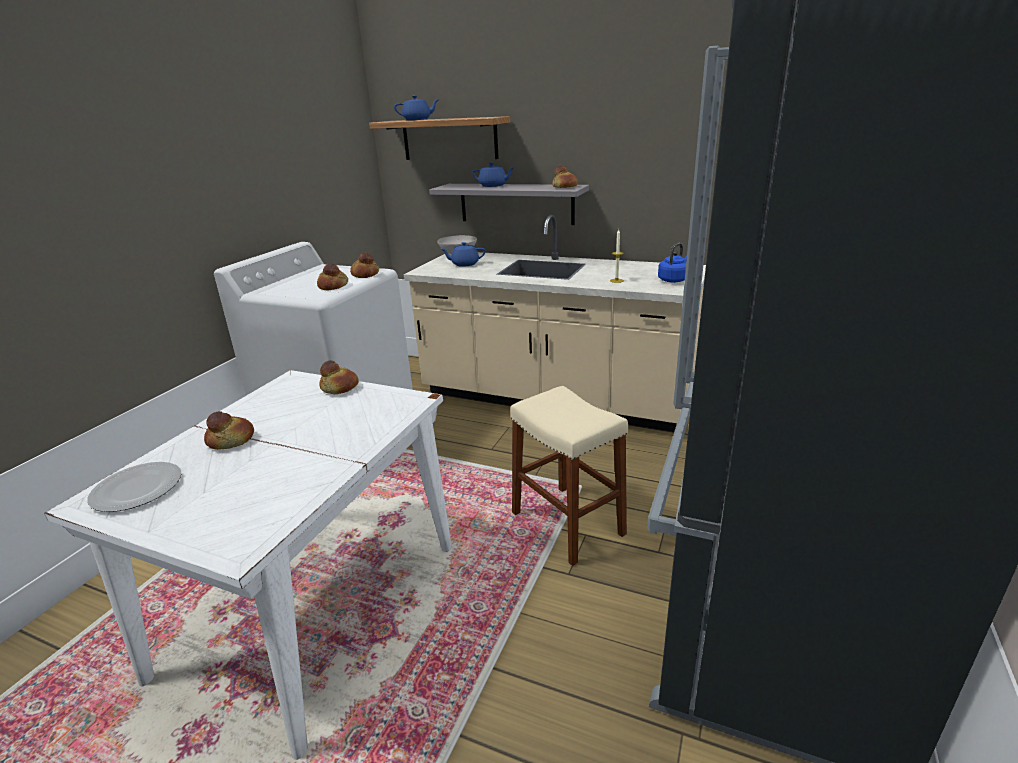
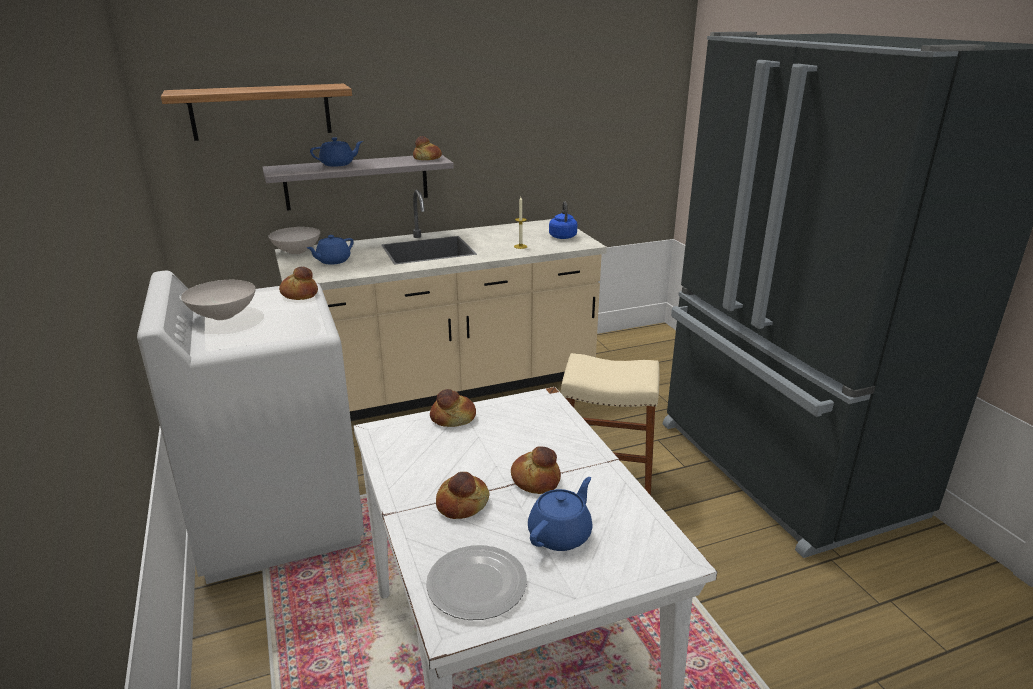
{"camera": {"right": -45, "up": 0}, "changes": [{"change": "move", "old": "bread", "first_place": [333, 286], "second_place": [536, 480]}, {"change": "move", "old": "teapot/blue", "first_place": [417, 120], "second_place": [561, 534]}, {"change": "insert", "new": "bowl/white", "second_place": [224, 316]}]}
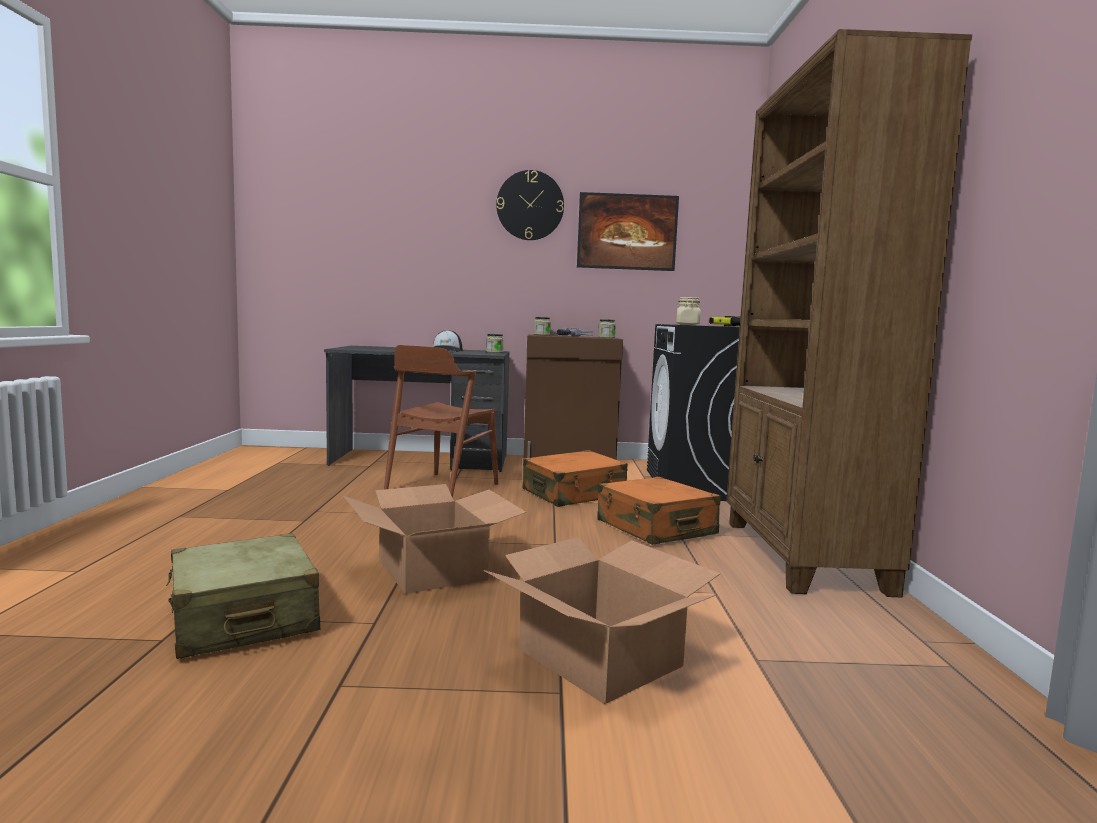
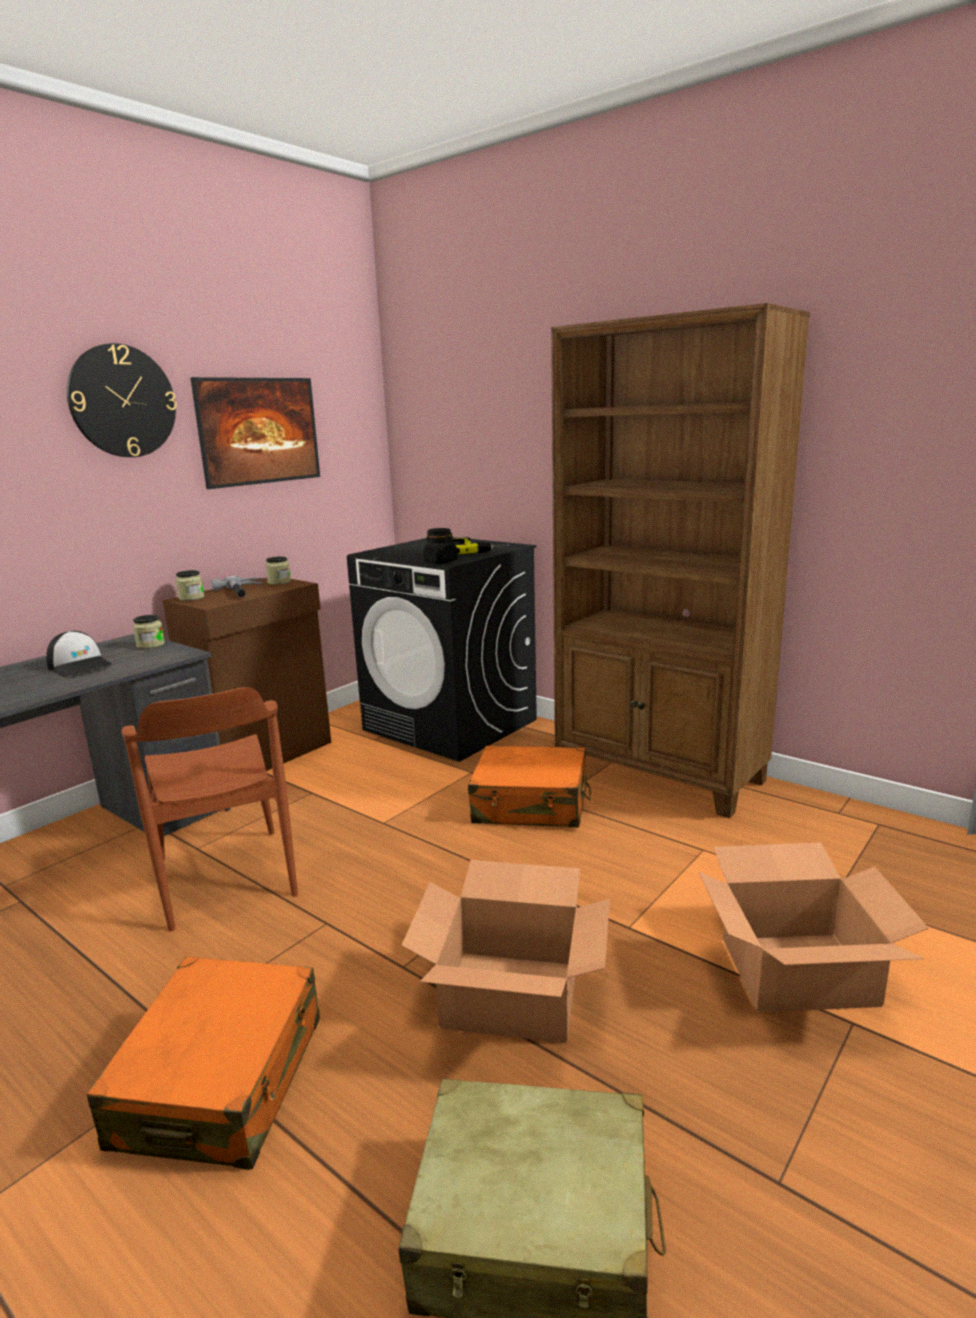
{"camera": {"right": -50, "up": 10}, "changes": [{"change": "move", "old": "suitcase/orange", "first_place": [574, 493], "second_place": [221, 1081]}, {"change": "recolor", "old": "jar/beige", "new": "jar/black", "first_place": [687, 324], "second_place": [441, 561]}]}
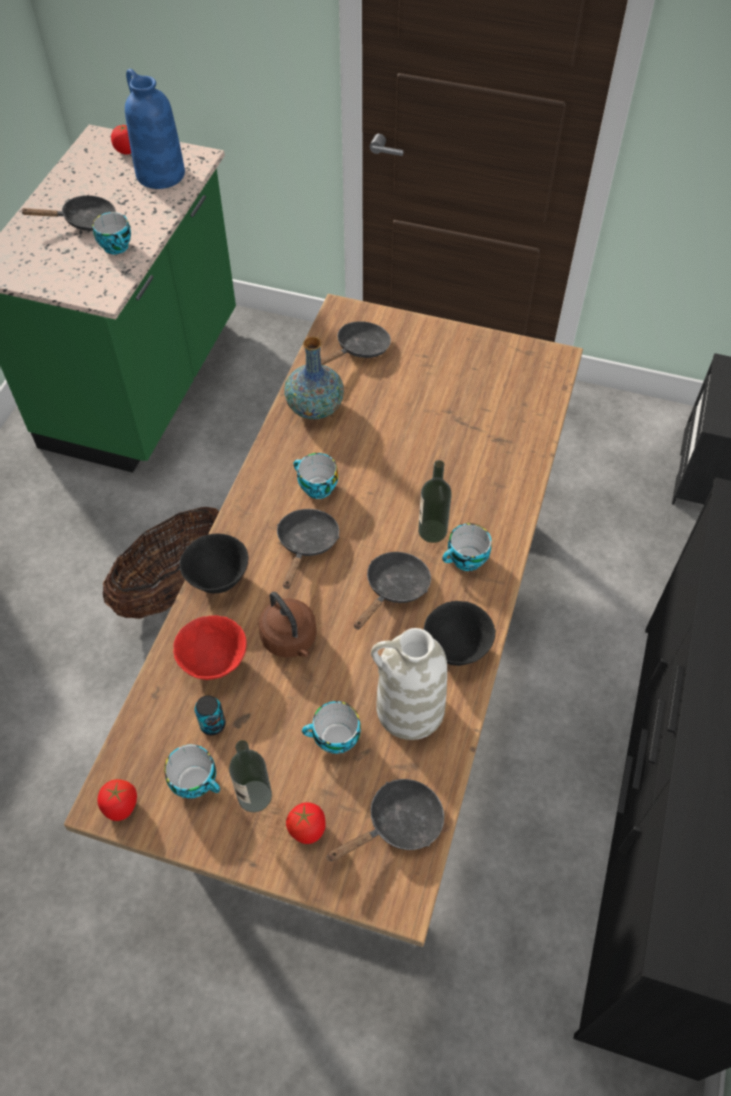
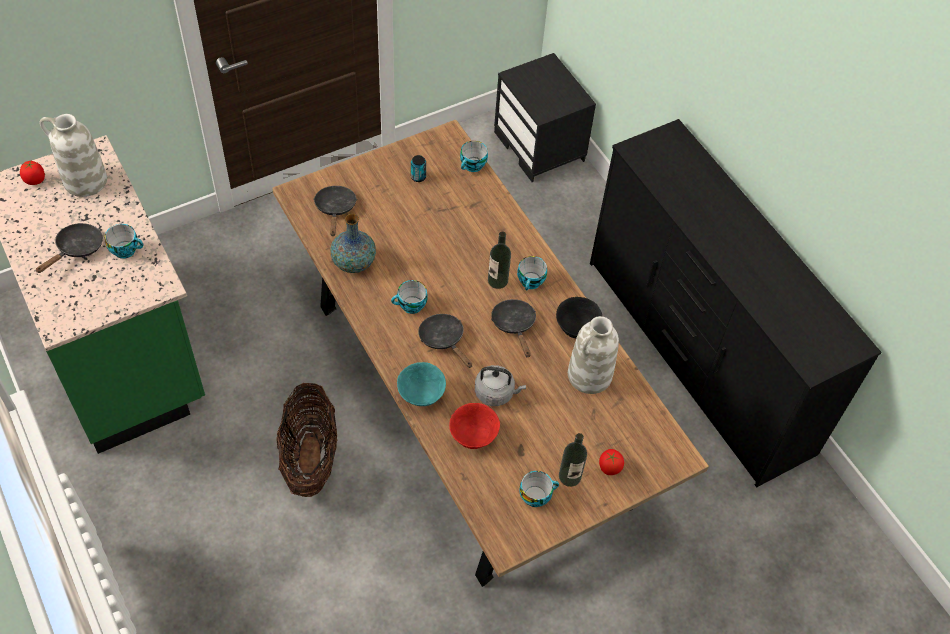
{"camera": {"right": -50, "up": 0}, "changes": [{"change": "delete", "old": "tomato", "first_place": [121, 806]}, {"change": "recolor", "old": "vase/blue", "new": "vase/white", "first_place": [159, 174], "second_place": [84, 181]}, {"change": "recolor", "old": "bowl/black", "new": "bowl/turquoise", "first_place": [217, 579], "second_place": [421, 396]}, {"change": "move", "old": "can", "first_place": [212, 724], "second_place": [418, 177]}, {"change": "recolor", "old": "kettle/brown", "new": "kettle/grey", "first_place": [290, 640], "second_place": [496, 393]}, {"change": "move", "old": "cup", "first_place": [334, 739], "second_place": [473, 166]}, {"change": "delete", "old": "frying pan/black", "first_place": [398, 824]}]}
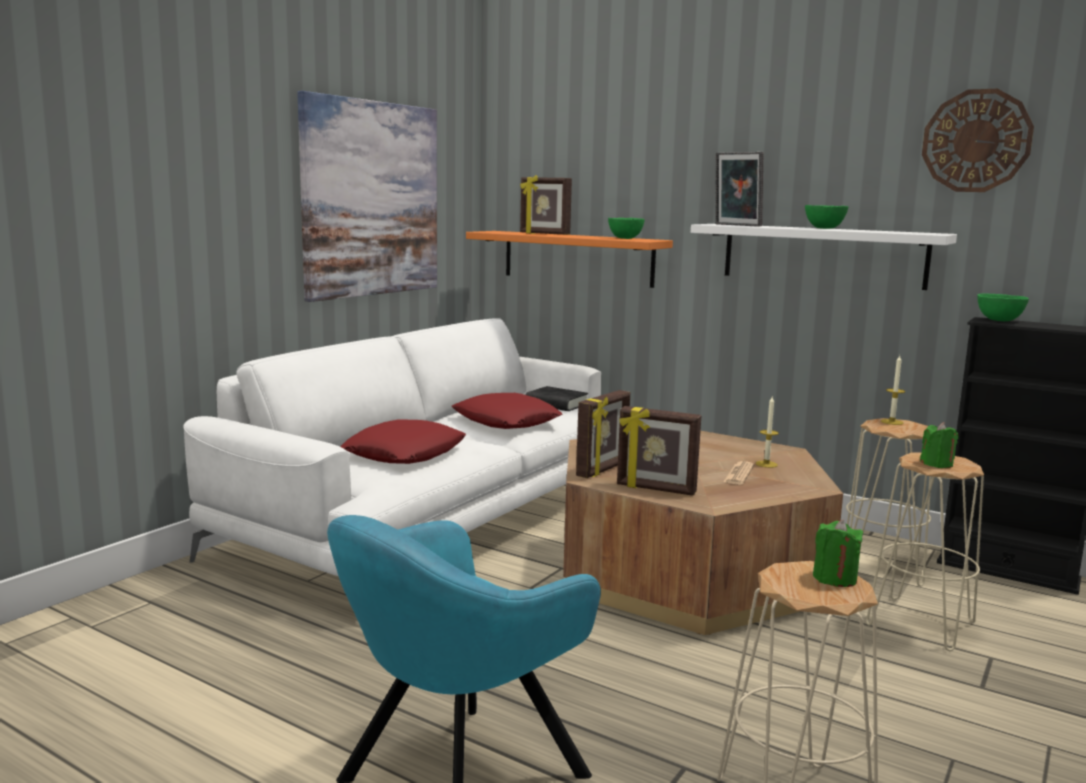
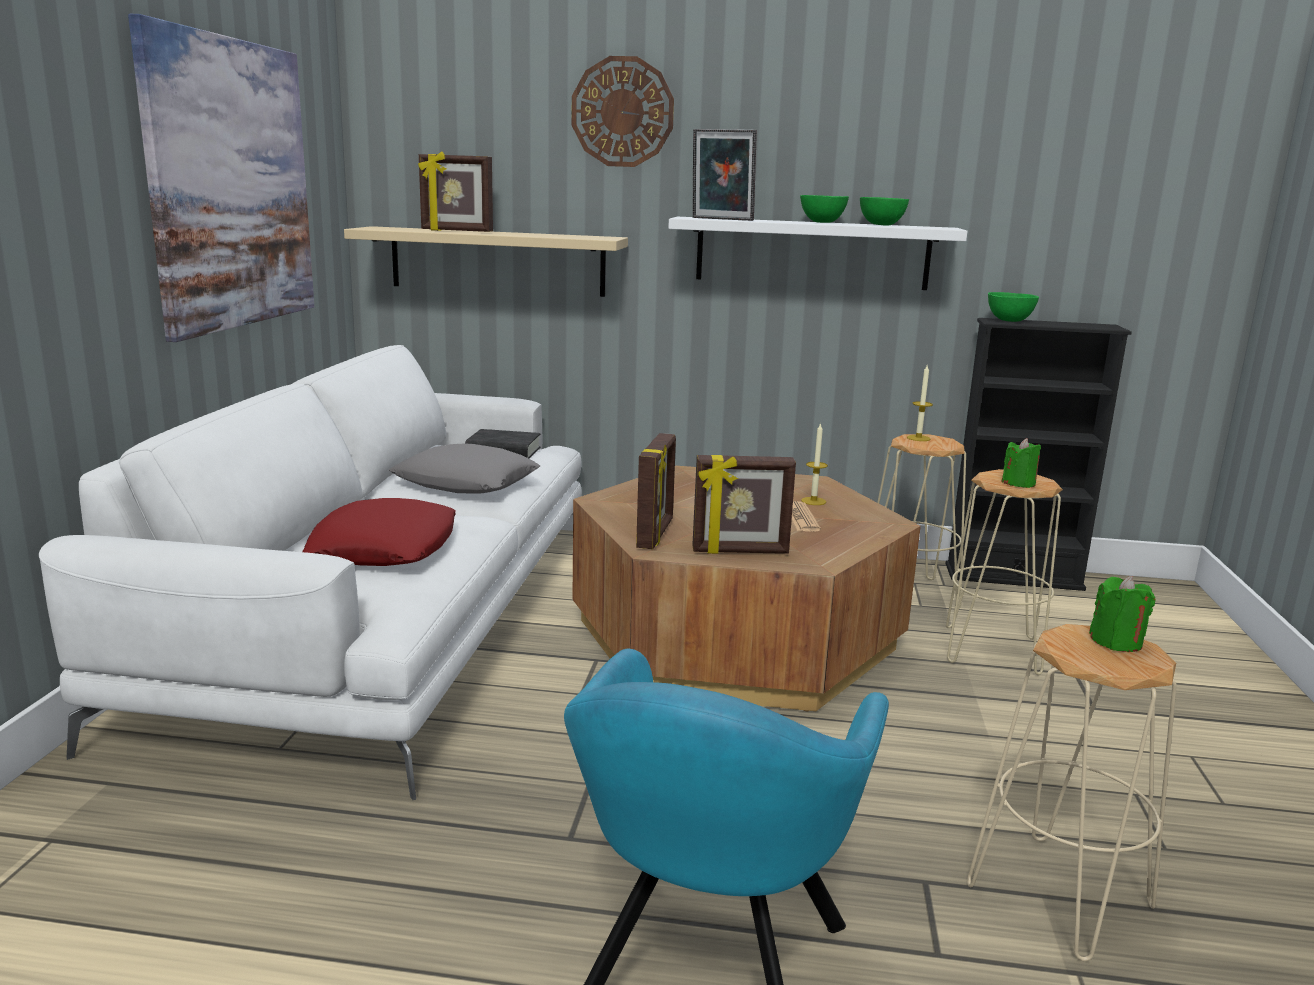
{"camera": {"right": -25, "up": 5}, "changes": [{"change": "recolor", "old": "pillow/red", "new": "pillow/grey", "first_place": [506, 421], "second_place": [465, 482]}, {"change": "recolor", "old": "shelf/orange", "new": "shelf/beige", "first_place": [577, 258], "second_place": [497, 261]}, {"change": "move", "old": "bowl/green", "first_place": [625, 238], "second_place": [881, 225]}, {"change": "move", "old": "wall clock", "first_place": [976, 141], "second_place": [622, 112]}]}
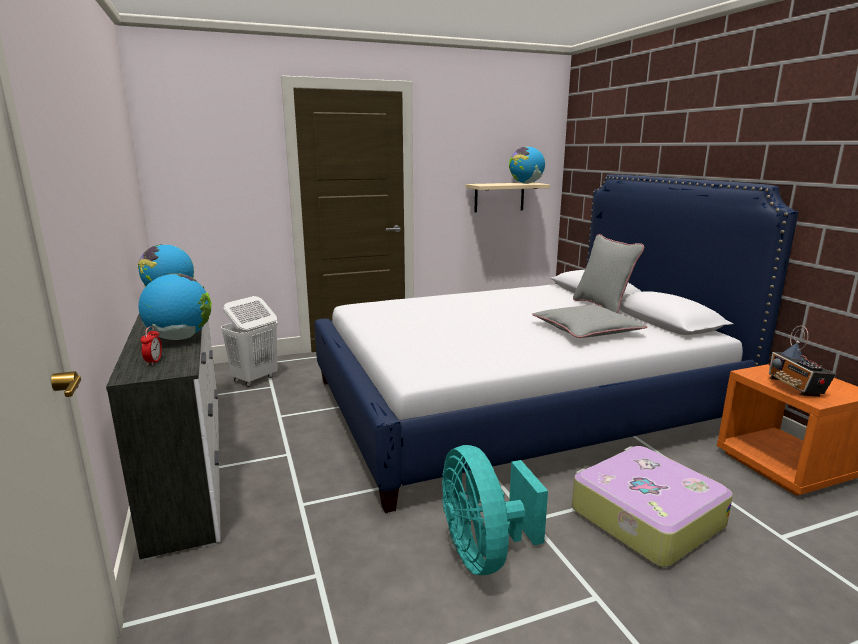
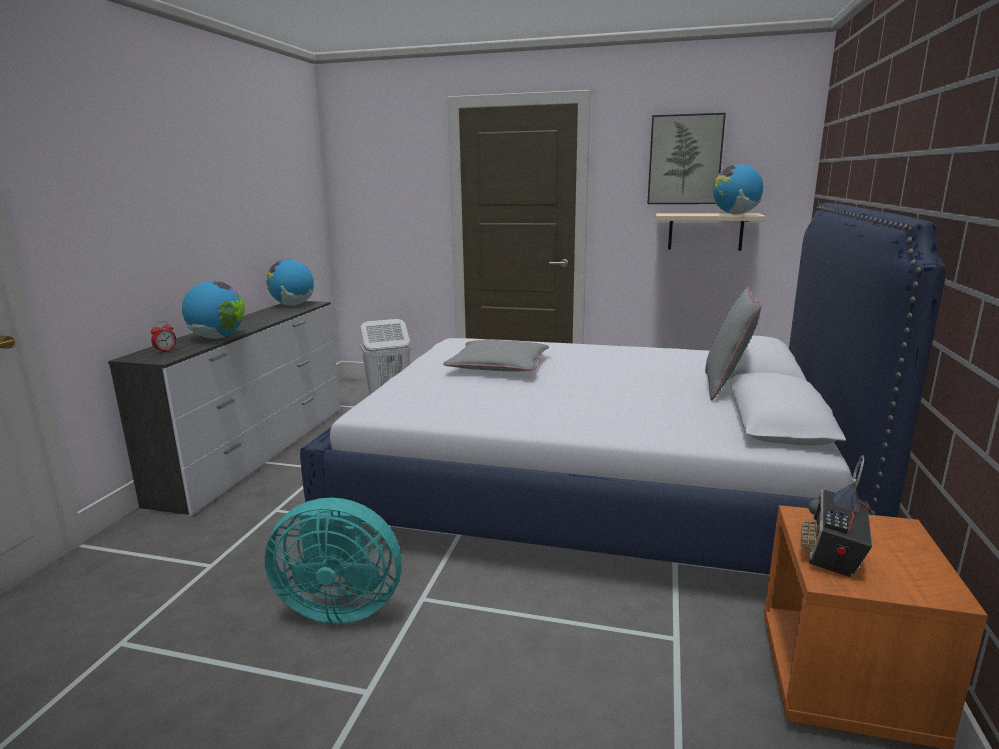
{"camera": {"right": 35, "up": 0}, "changes": [{"change": "rotate", "old": "fan/turquoise", "first_place": [484, 552], "second_place": [340, 606], "degrees": -105}, {"change": "move", "old": "pillow/grey", "first_place": [587, 330], "second_place": [498, 365]}, {"change": "delete", "old": "suitcase", "first_place": [644, 517]}, {"change": "insert", "new": "picture", "second_place": [685, 160]}]}
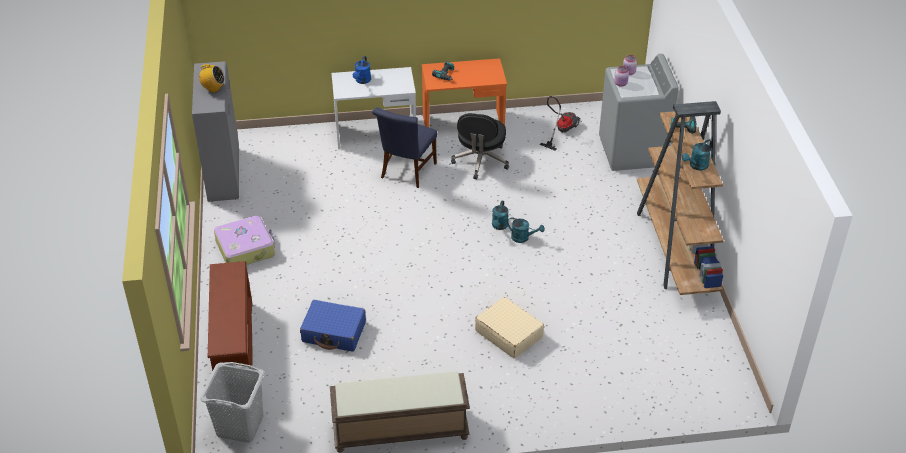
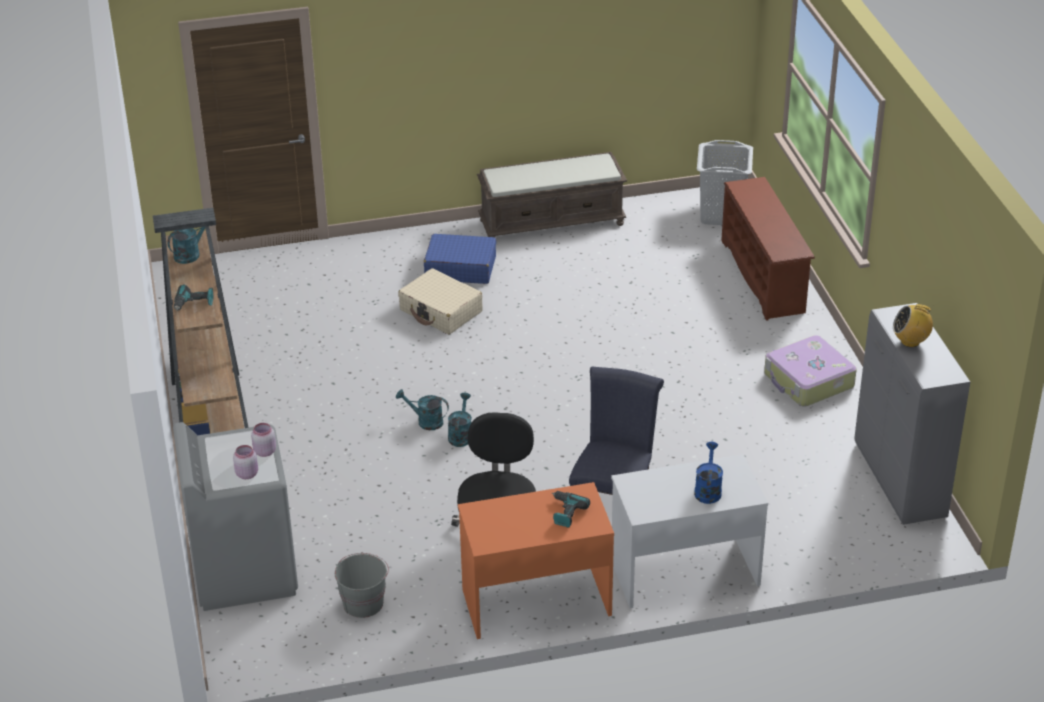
{"camera": {"right": 175, "up": -5}, "changes": [{"change": "move", "old": "suitcase/blue", "first_place": [334, 332], "second_place": [460, 268]}, {"change": "replace", "old": "vacuum cleaner", "new": "bucket/grey", "first_place": [560, 131], "second_place": [363, 602]}]}
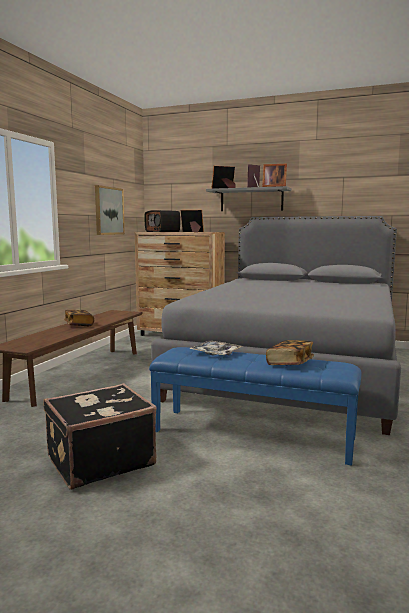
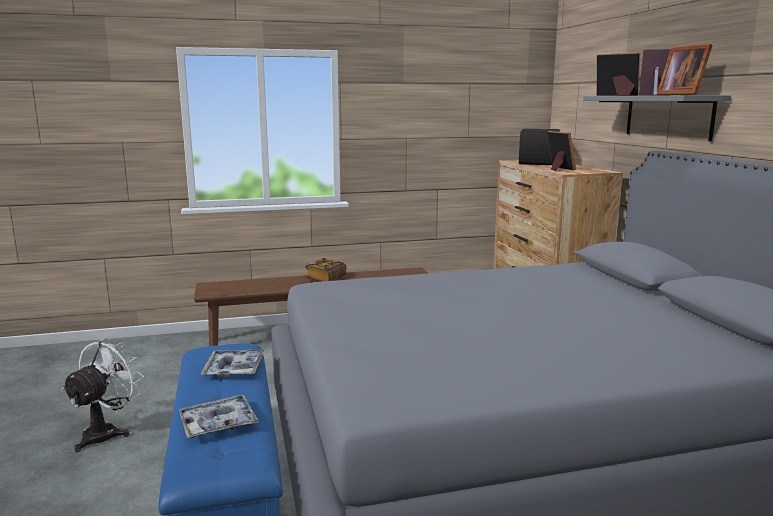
{"camera": {"right": 55, "up": 5}, "changes": [{"change": "replace", "old": "suitcase/black", "new": "fan/white", "first_place": [99, 460], "second_place": [107, 432]}, {"change": "delete", "old": "picture", "first_place": [108, 211]}, {"change": "replace", "old": "book", "new": "tray", "first_place": [290, 363], "second_place": [218, 423]}]}
